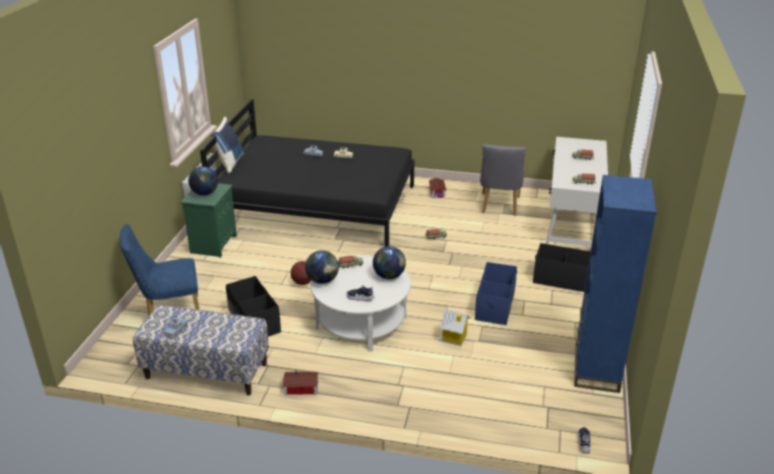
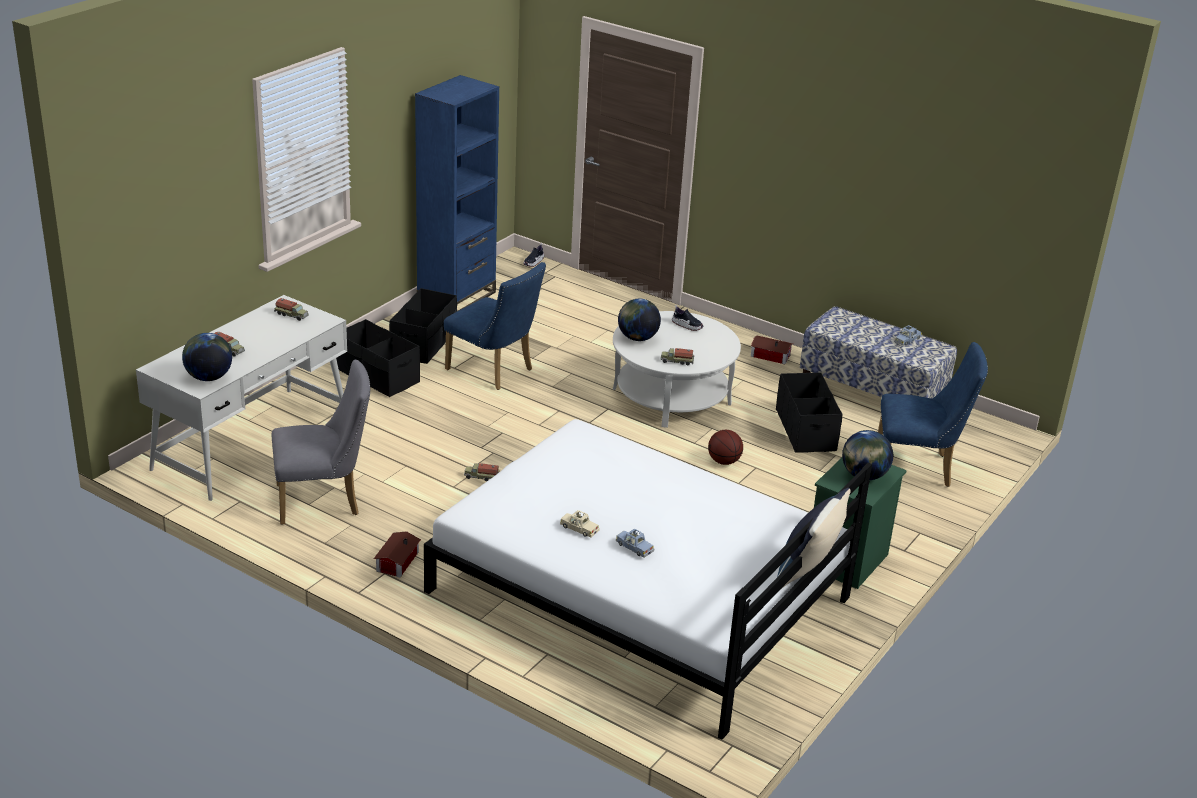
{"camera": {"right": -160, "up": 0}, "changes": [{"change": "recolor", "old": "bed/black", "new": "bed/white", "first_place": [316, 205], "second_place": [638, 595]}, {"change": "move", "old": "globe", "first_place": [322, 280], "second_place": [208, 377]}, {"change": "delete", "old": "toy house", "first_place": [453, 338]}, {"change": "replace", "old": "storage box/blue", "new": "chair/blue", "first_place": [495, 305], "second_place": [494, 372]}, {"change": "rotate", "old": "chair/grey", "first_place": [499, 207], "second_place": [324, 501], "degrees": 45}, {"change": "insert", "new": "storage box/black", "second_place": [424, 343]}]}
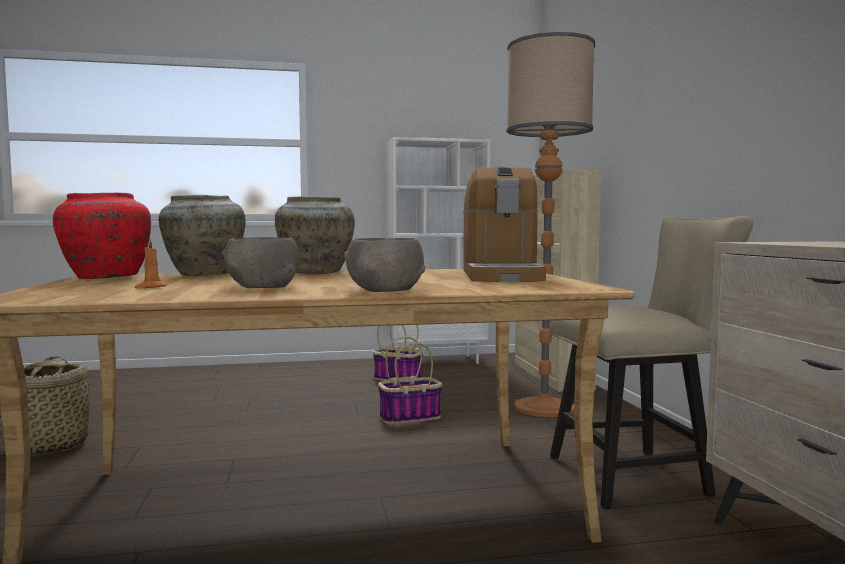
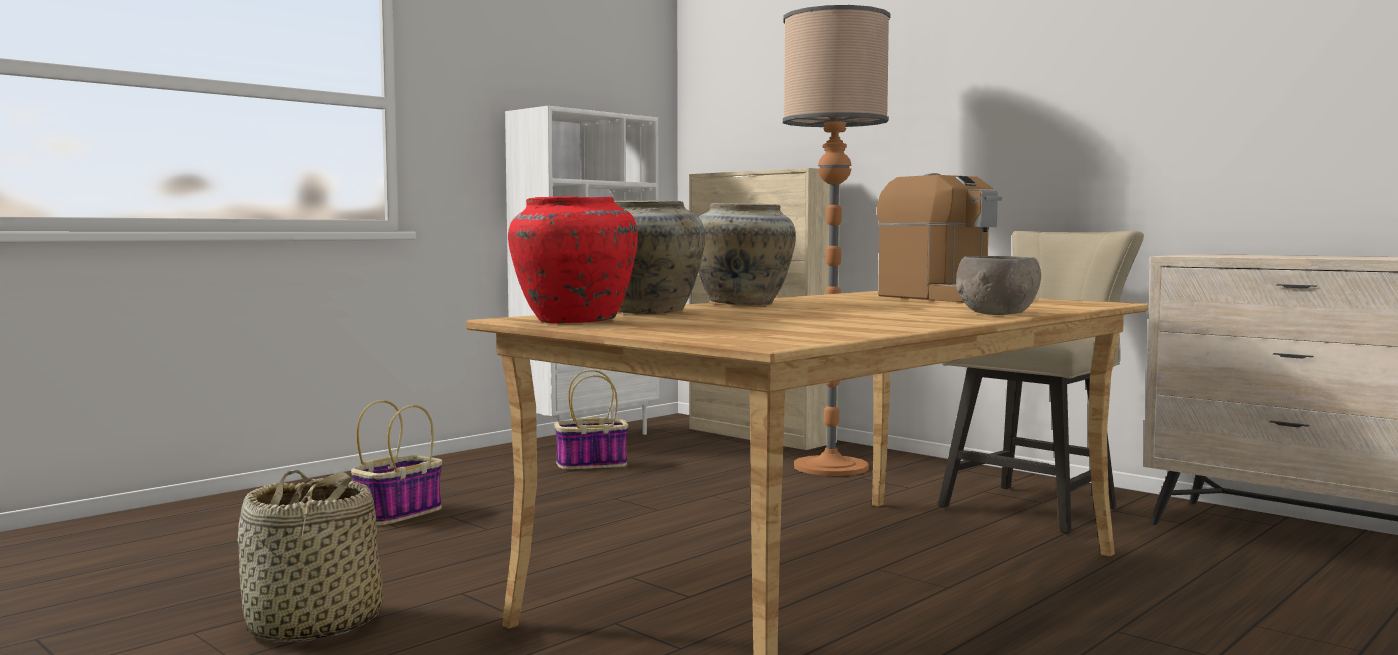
{"camera": {"right": -35, "up": 0}, "changes": [{"change": "delete", "old": "candle/orange", "first_place": [150, 287]}, {"change": "delete", "old": "bowl/grey", "first_place": [262, 287]}, {"change": "move", "old": "basket", "first_place": [410, 417], "second_place": [399, 513]}]}
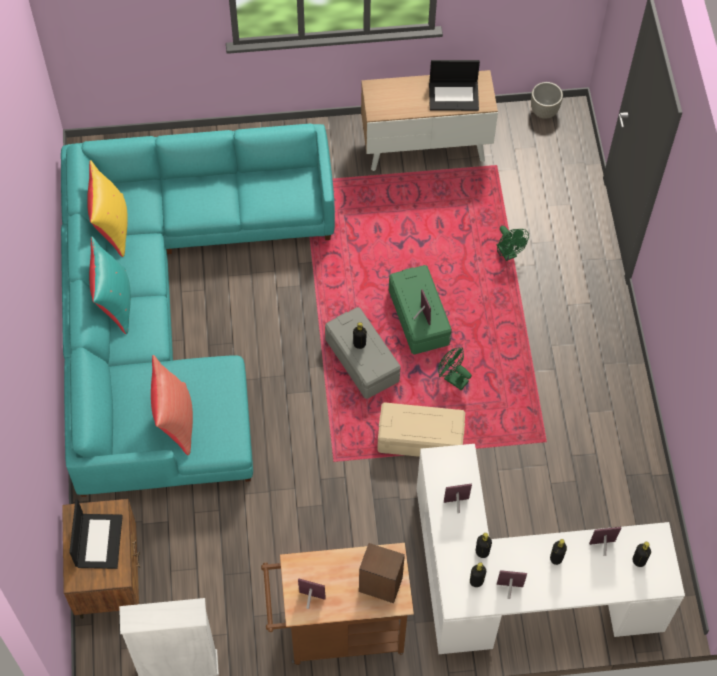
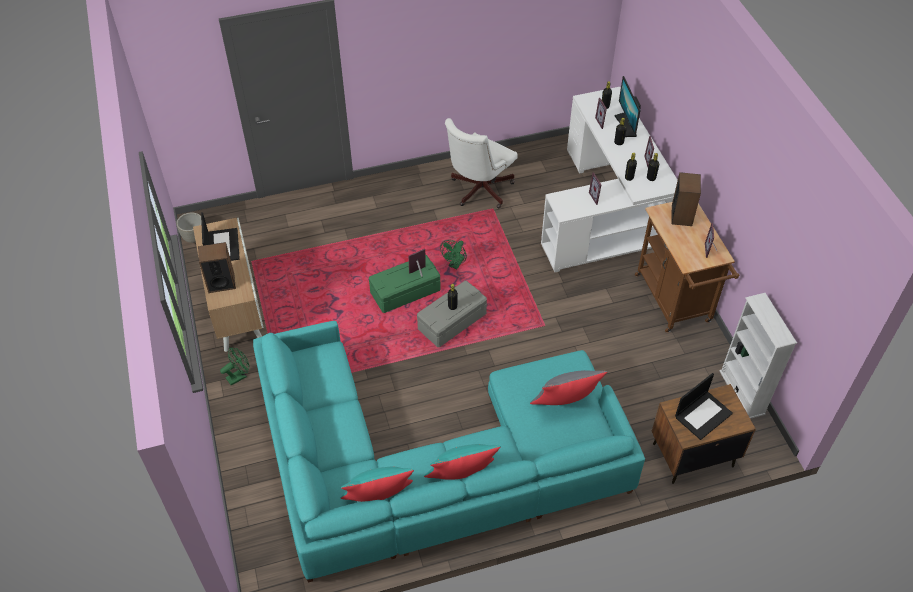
{"camera": {"right": -100, "up": -10}, "changes": [{"change": "rotate", "old": "laptop", "first_place": [98, 540], "second_place": [703, 414], "degrees": 150}, {"change": "recolor", "old": "pillow/yellow", "new": "pillow/turquoise", "first_place": [111, 226], "second_place": [379, 498]}, {"change": "recolor", "old": "pillow/red", "new": "pillow/grey", "first_place": [175, 420], "second_place": [565, 403]}, {"change": "delete", "old": "storage box/beige", "first_place": [421, 437]}, {"change": "move", "old": "fan/green", "first_place": [508, 254], "second_place": [239, 376]}, {"change": "insert", "new": "speaker", "second_place": [221, 283]}, {"change": "insert", "new": "office chair/white", "second_place": [478, 191]}, {"change": "insert", "new": "monitor", "second_place": [626, 125]}]}
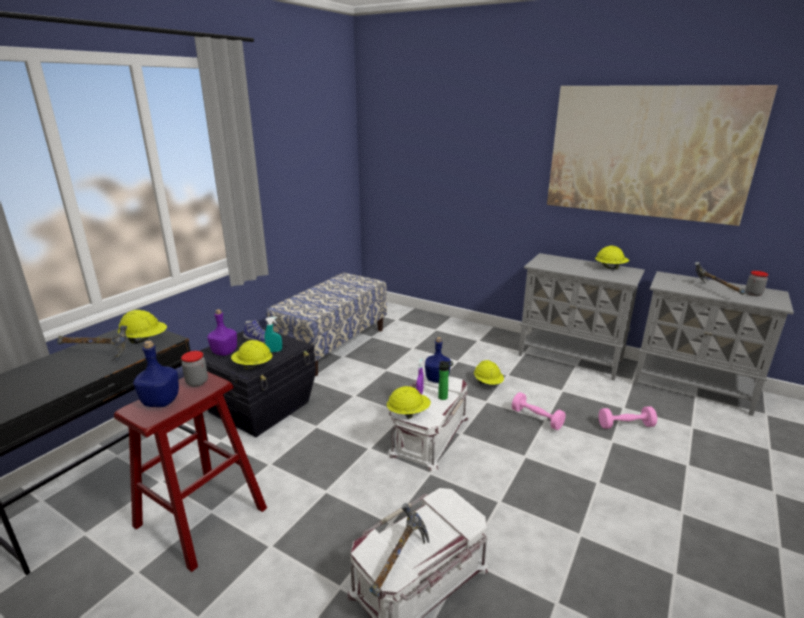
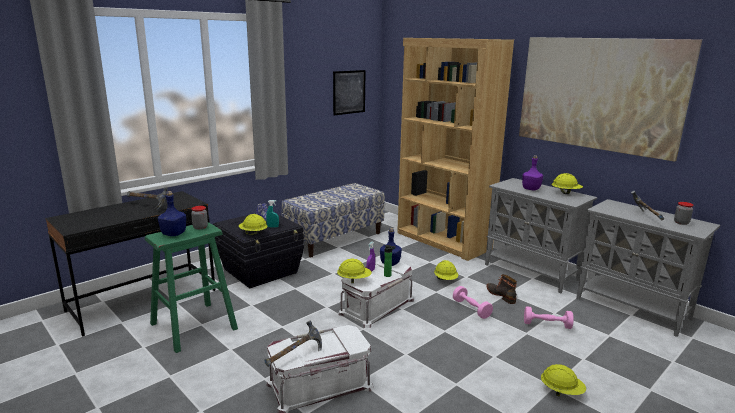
{"camera": {"right": 15, "up": -5}, "changes": [{"change": "recolor", "old": "stool/red", "new": "stool/green", "first_place": [201, 517], "second_place": [193, 326]}, {"change": "move", "old": "hard hat/yellow", "first_place": [145, 340], "second_place": [561, 392]}, {"change": "move", "old": "bottle/purple", "first_place": [224, 352], "second_place": [531, 189]}, {"change": "insert", "new": "picture", "second_place": [349, 92]}, {"change": "insert", "new": "bookcase/brown", "second_place": [443, 241]}, {"change": "insert", "new": "boot", "second_place": [501, 295]}]}
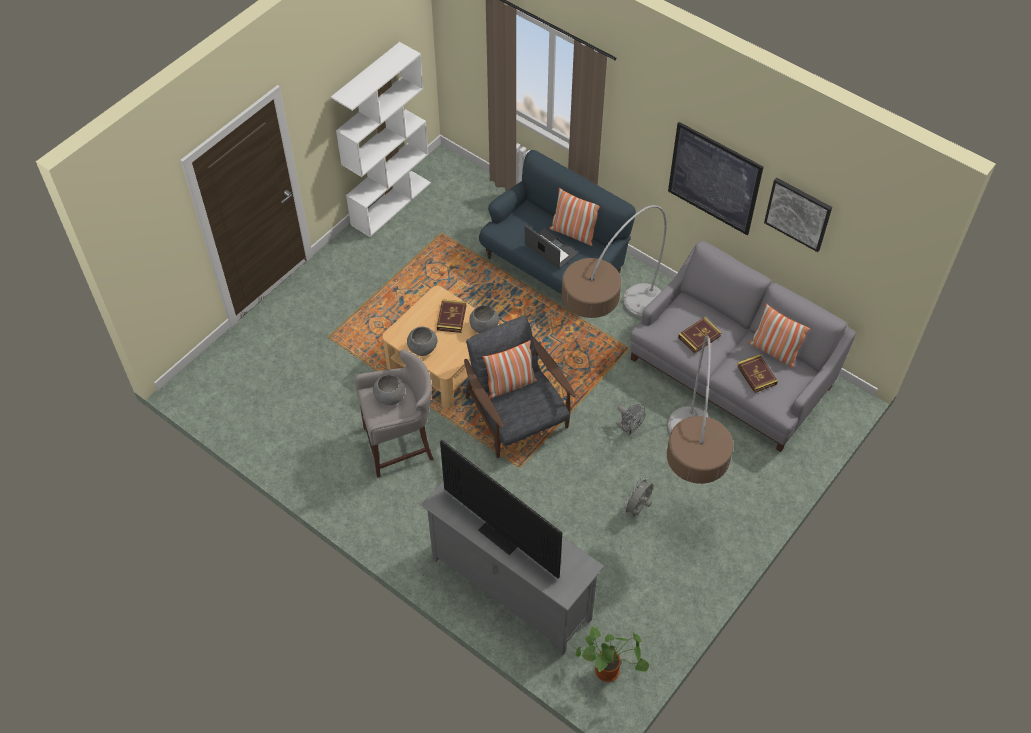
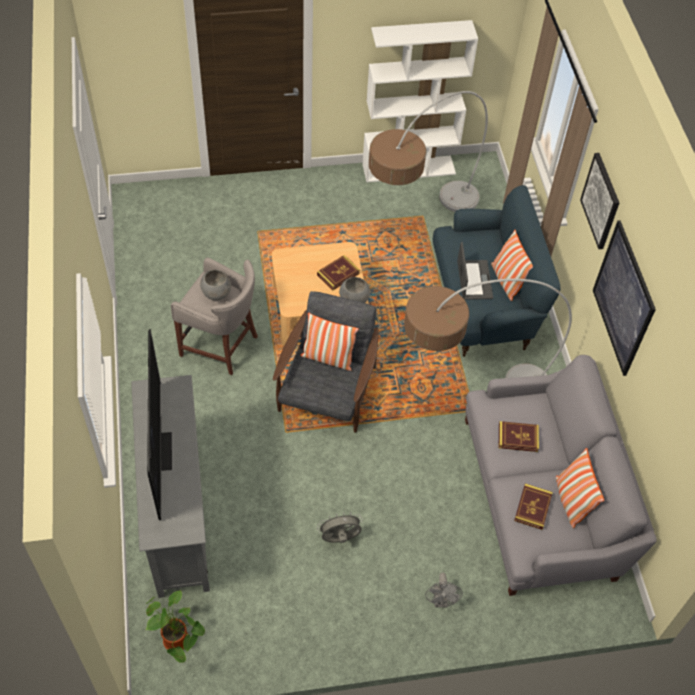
{"camera": {"right": 40, "up": 0}, "changes": [{"change": "delete", "old": "bowl/grey", "first_place": [422, 348]}, {"change": "move", "old": "fan/grey", "first_place": [629, 428], "second_place": [441, 601]}, {"change": "move", "old": "floor lamp", "first_place": [686, 480], "second_place": [418, 223]}, {"change": "move", "old": "picture", "first_place": [798, 213], "second_place": [601, 201]}]}
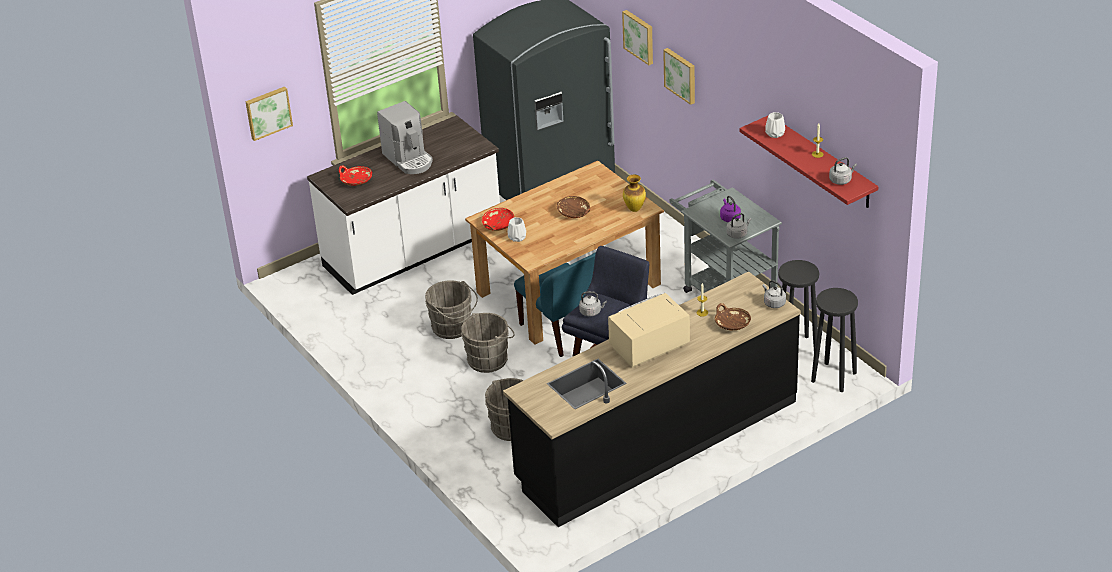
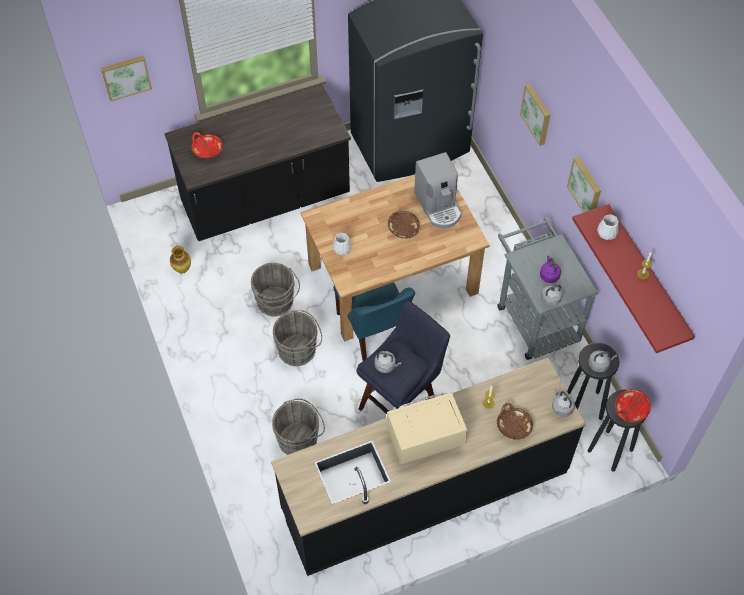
{"camera": {"right": 10, "up": 20}, "changes": [{"change": "recolor", "old": "counter/white", "new": "counter/black", "first_place": [413, 251], "second_place": [265, 200]}, {"change": "move", "old": "coffee machine", "first_place": [409, 159], "second_place": [438, 206]}, {"change": "move", "old": "bowl/red", "first_place": [498, 225], "second_place": [630, 409]}, {"change": "move", "old": "picture", "first_place": [639, 36], "second_place": [586, 187]}, {"change": "move", "old": "vase", "first_place": [635, 209], "second_place": [183, 270]}, {"change": "move", "old": "kettle/grey", "first_place": [841, 180], "second_place": [599, 364]}]}
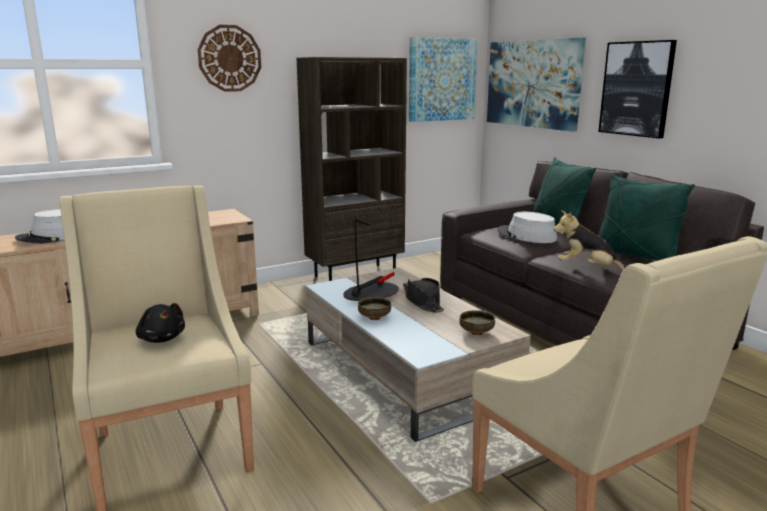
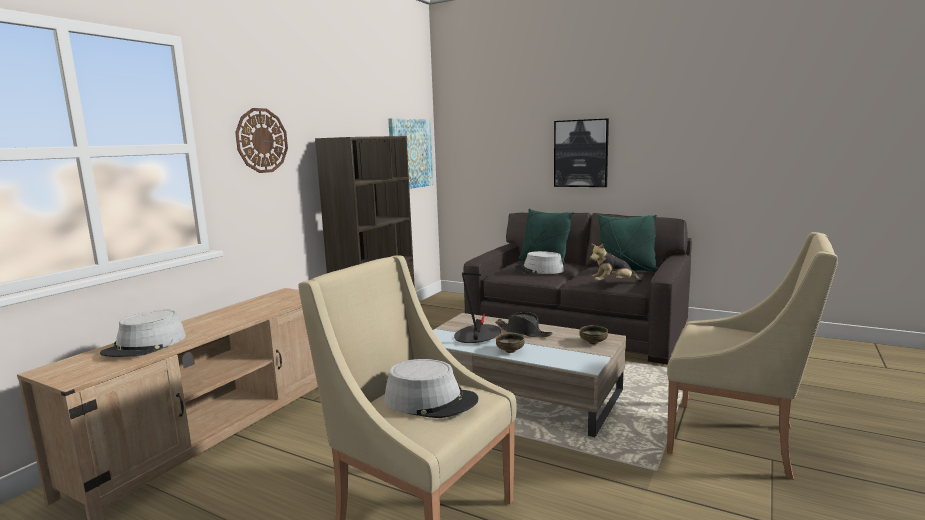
{"camera": {"right": -30, "up": -5}, "changes": [{"change": "replace", "old": "plush toy/black", "new": "hat/grey", "first_place": [162, 338], "second_place": [431, 401]}, {"change": "delete", "old": "picture", "first_place": [533, 84]}]}
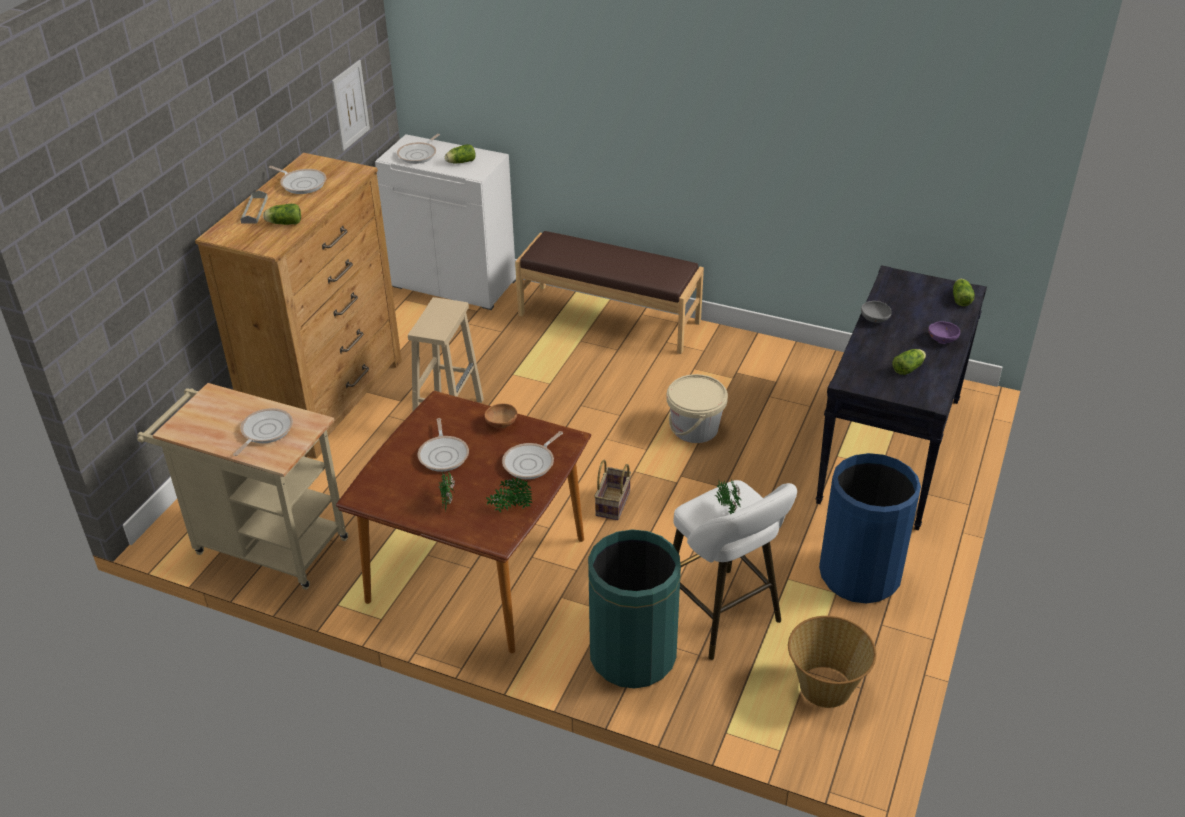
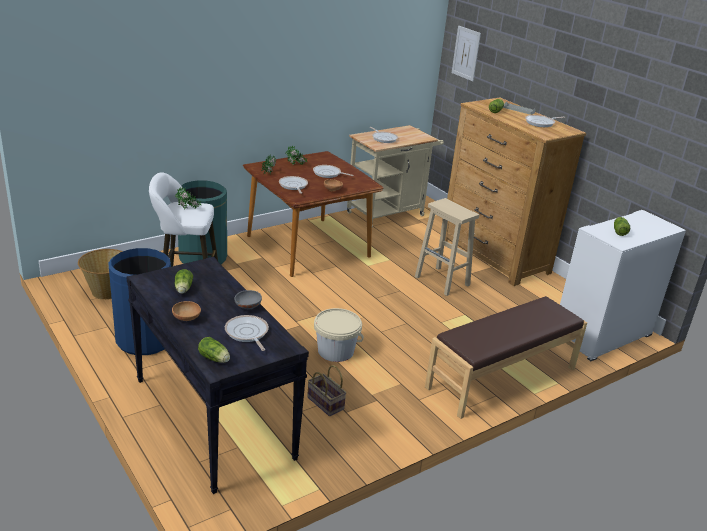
{"camera": {"right": 120, "up": -10}, "changes": [{"change": "move", "old": "picture", "first_place": [350, 105], "second_place": [466, 53]}, {"change": "move", "old": "frying pan", "first_place": [419, 154], "second_place": [247, 333]}, {"change": "move", "old": "basket", "first_place": [613, 504], "second_place": [324, 403]}, {"change": "recolor", "old": "bowl/purple", "new": "bowl/brown", "first_place": [942, 340], "second_place": [187, 319]}]}
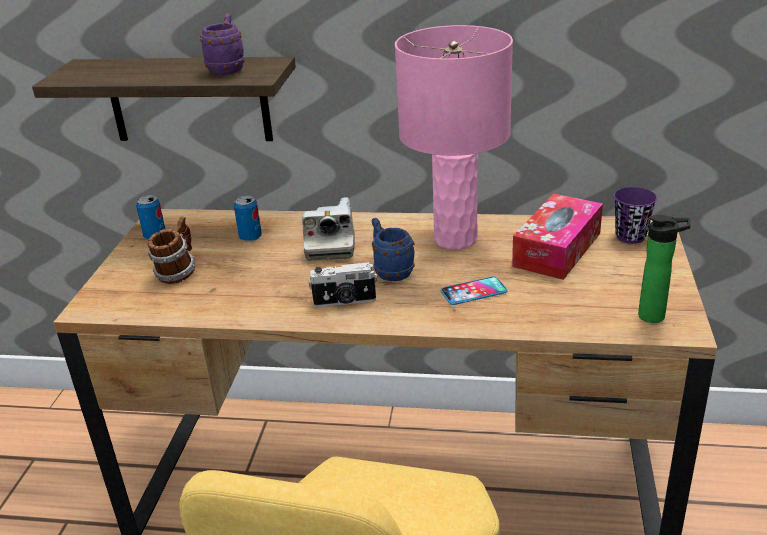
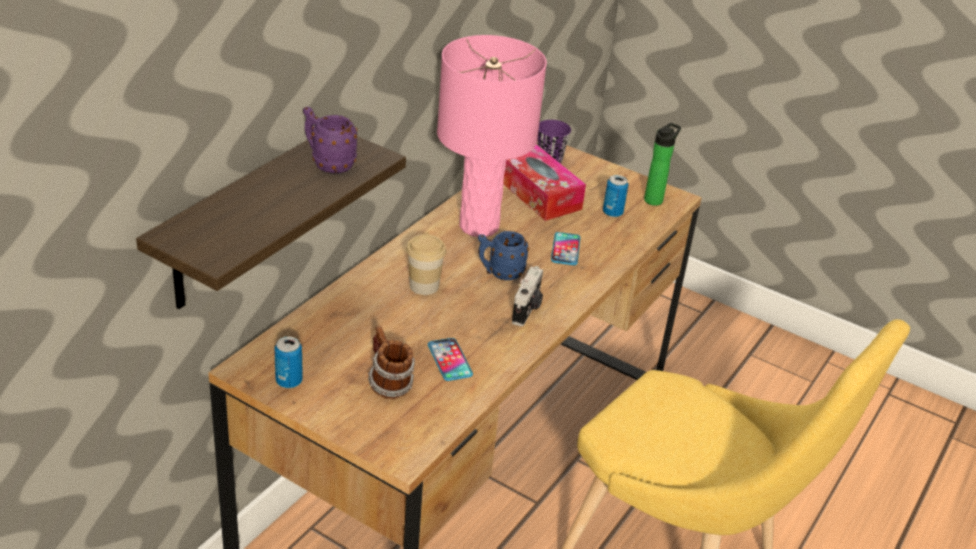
{"camera": {"right": -70, "up": 5}, "changes": [{"change": "move", "old": "can", "first_place": [250, 237], "second_place": [612, 212]}, {"change": "replace", "old": "photo camera", "new": "cup", "first_place": [330, 245], "second_place": [424, 286]}, {"change": "insert", "new": "phone", "second_place": [449, 360]}]}
